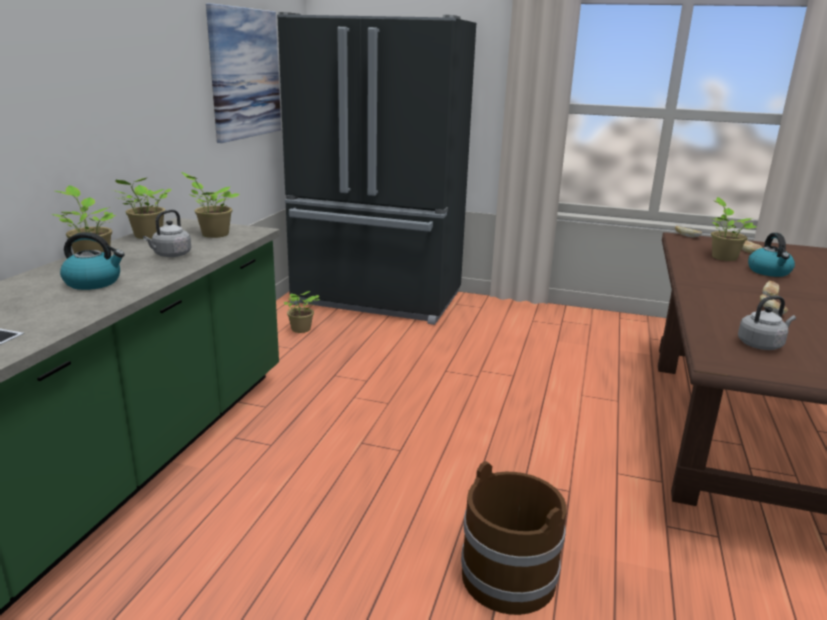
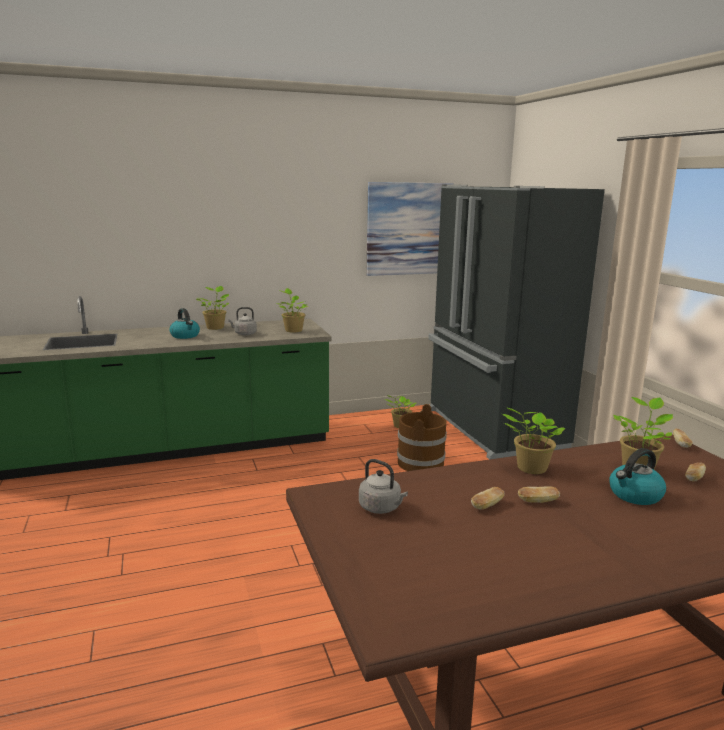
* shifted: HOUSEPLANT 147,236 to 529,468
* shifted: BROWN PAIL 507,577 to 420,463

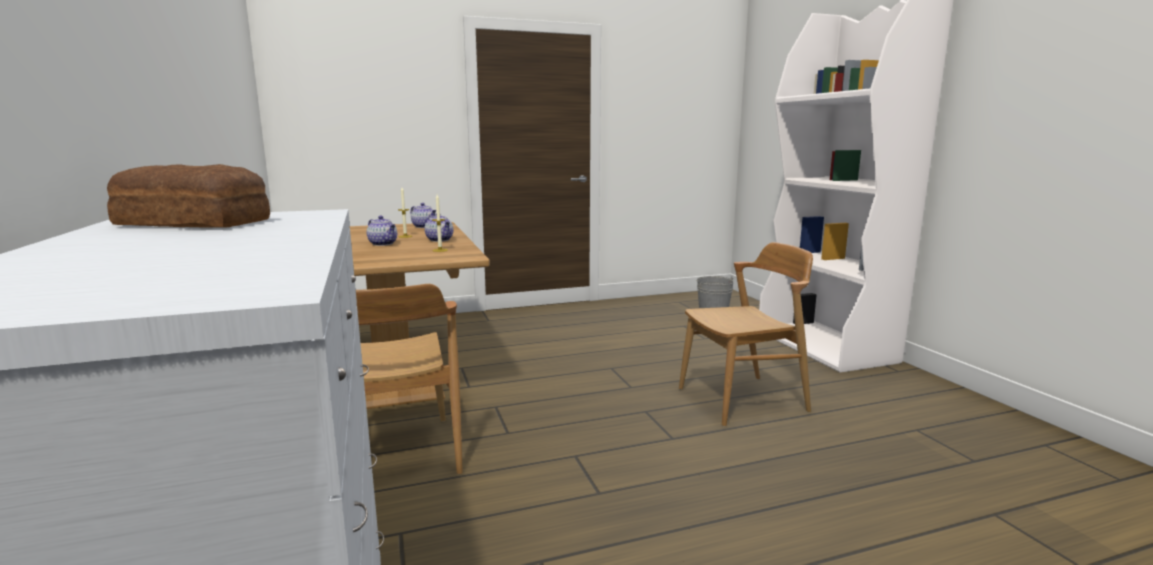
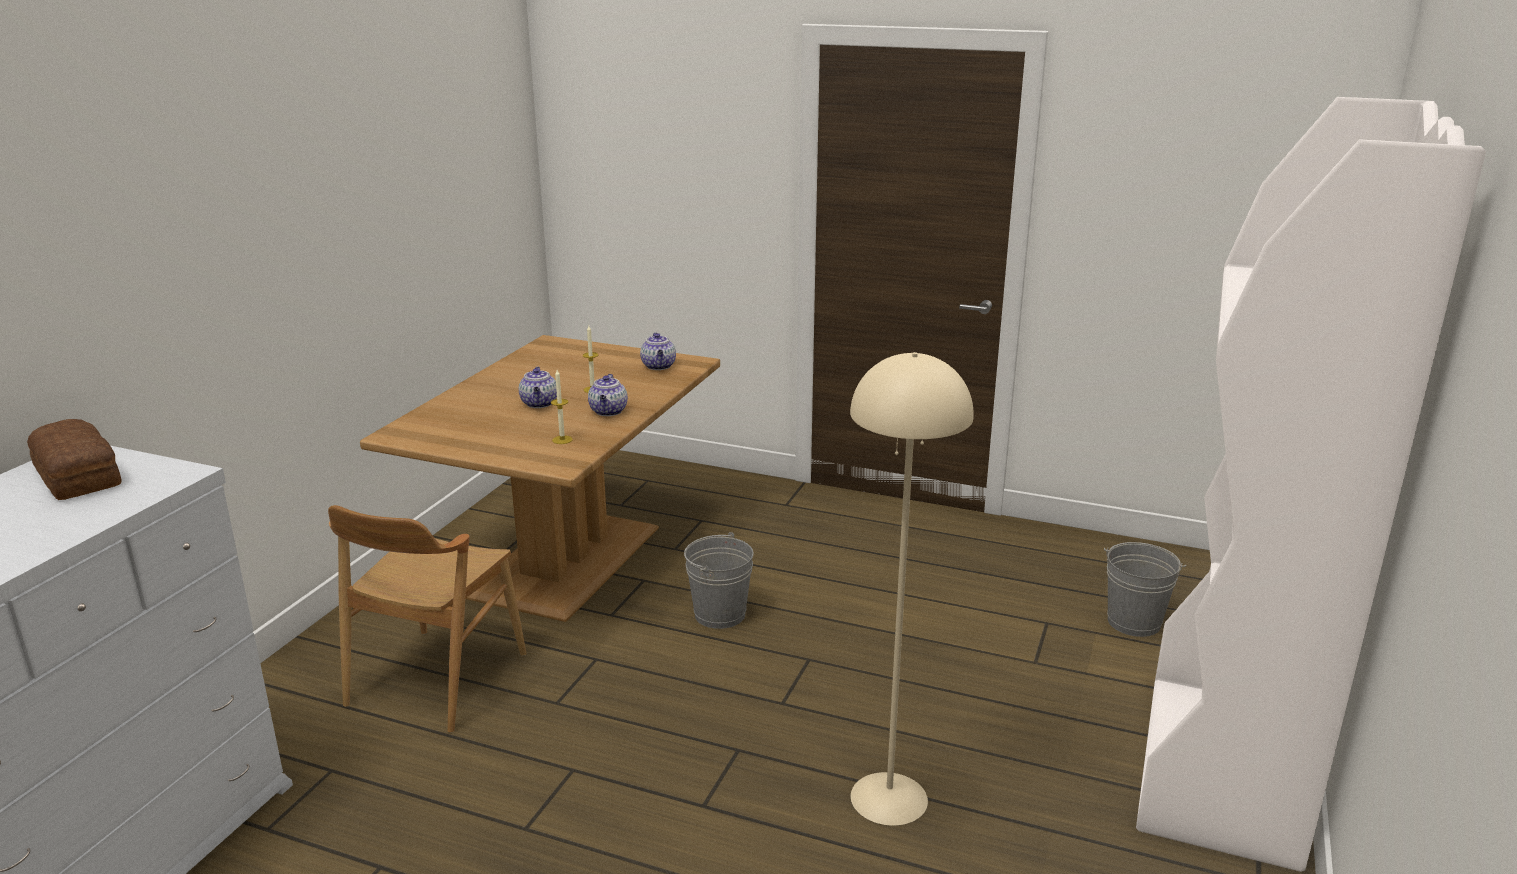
* swapped: BROWN PLAIN CHAIR 743,400 to BEIGE STANDARD LAMP 889,798
* new: GRAY PAIL 720,614

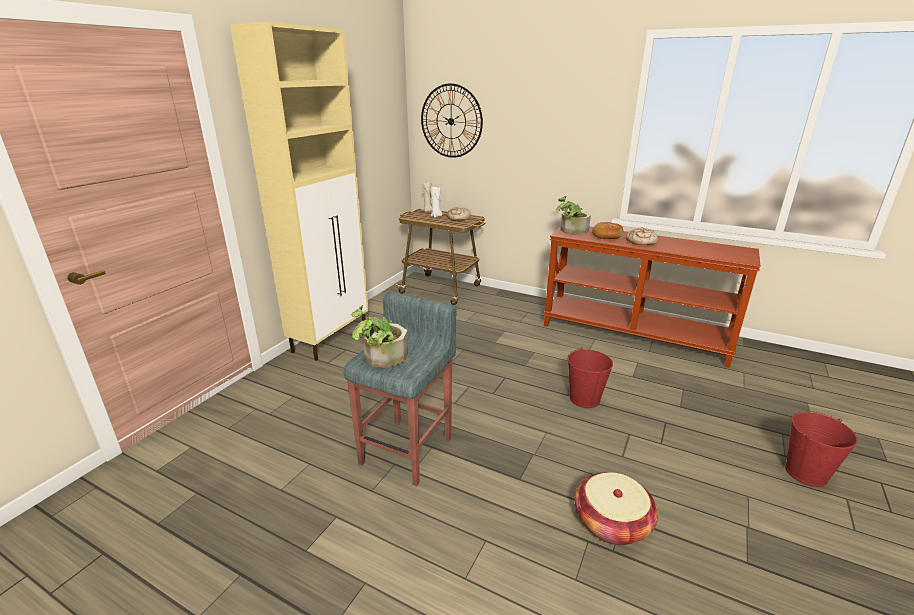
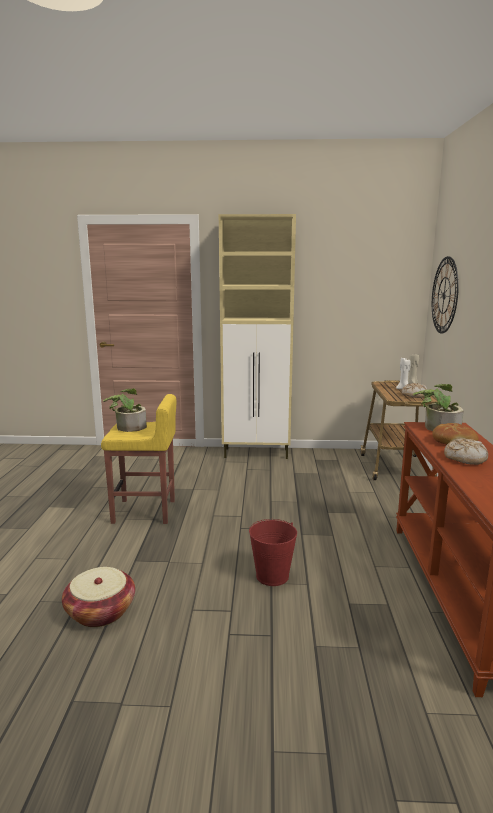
* repainted: GRAY SITTING STOOL 407,450 to YELLOW SITTING STOOL 145,512
* gone: RED PAIL 806,473

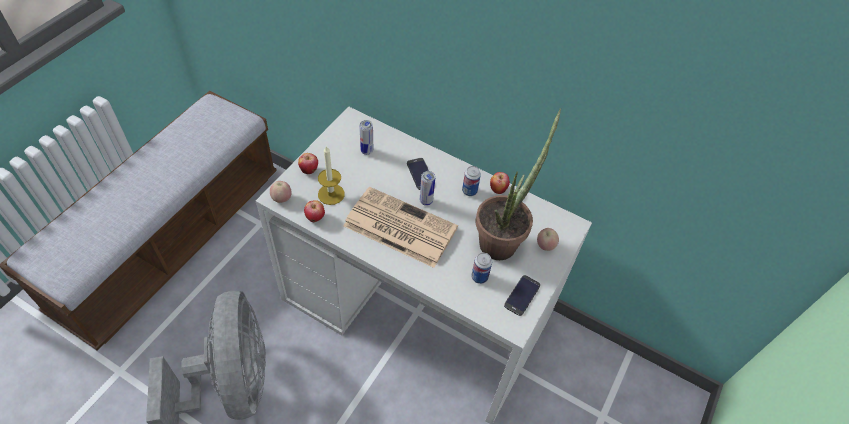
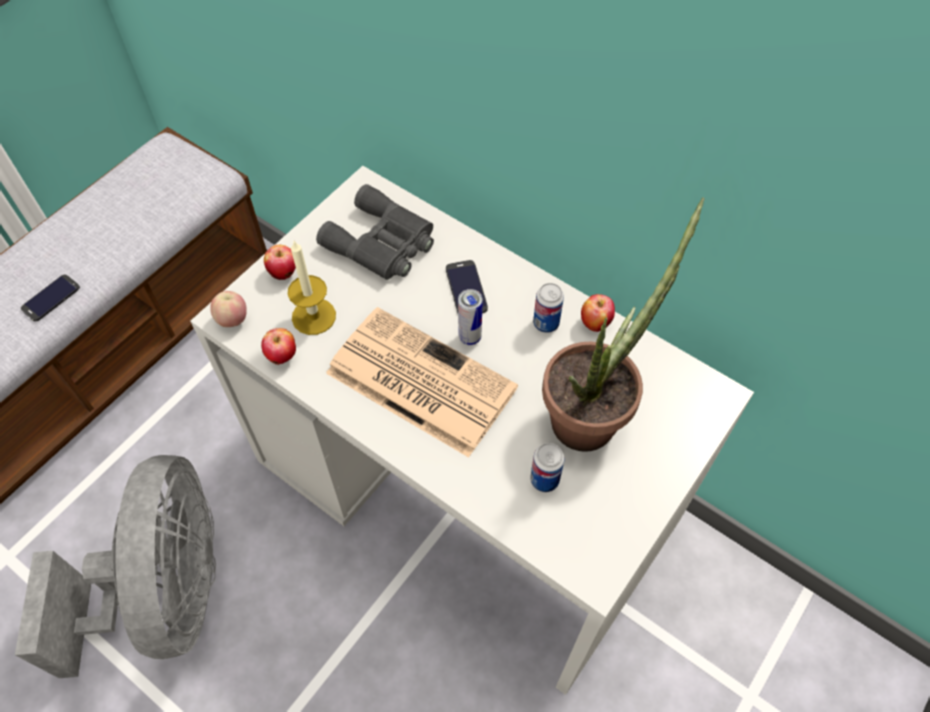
* swapped: METAL CAN 367,151 to GRAY PAIR OF BINOCULARS 382,244
* gone: APPLE 545,245
* shifted: HANDSET 522,295 to 51,298

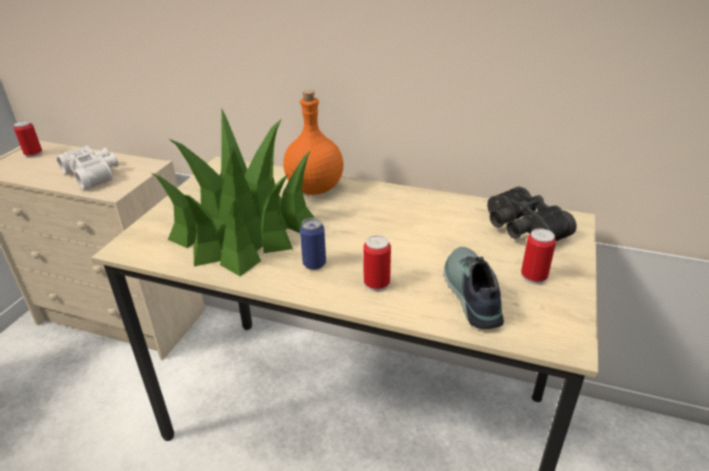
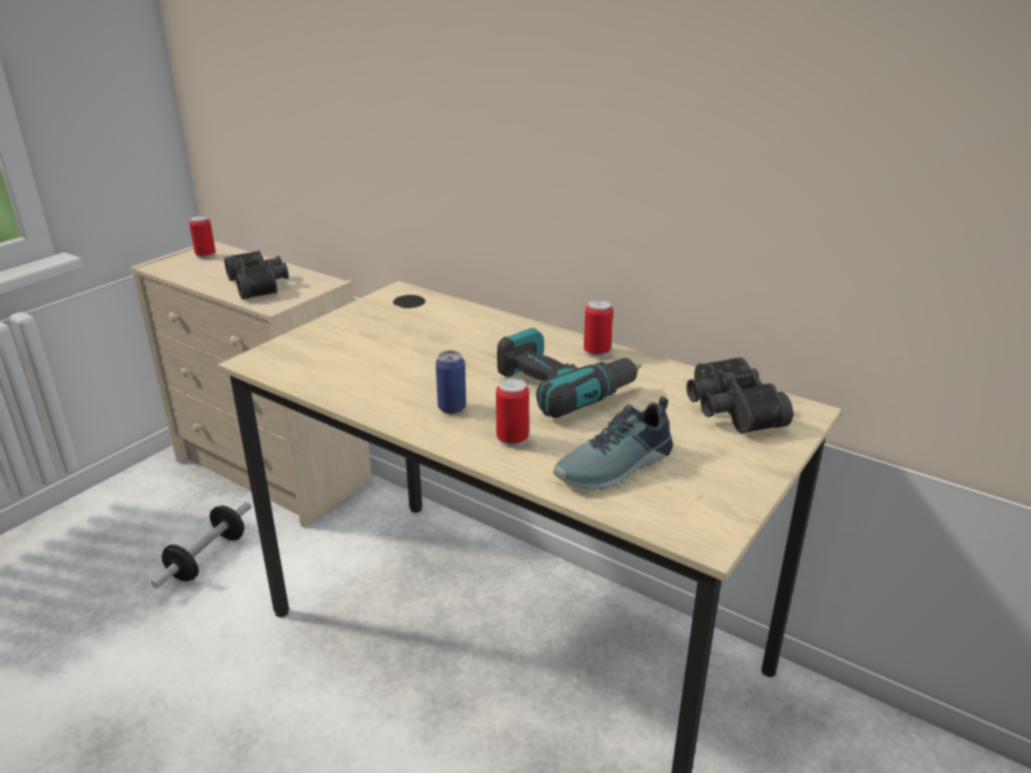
* gone: ORANGE DRINK BOTTLE 314,188
* gone: HOUSEPLANT 243,231
* repainted: WHITISH PAIR OF BINOCULARS 94,174 to BLACKISH PAIR OF BINOCULARS 260,284
* shifted: METAL CAN 533,277 to 596,352
* rotated: ITEM OF FOOTWEAR 469,293 = 617,467 135 degrees counterclockwise
* new: POWER DRILL 563,386
* new: DUMBBELL 207,558

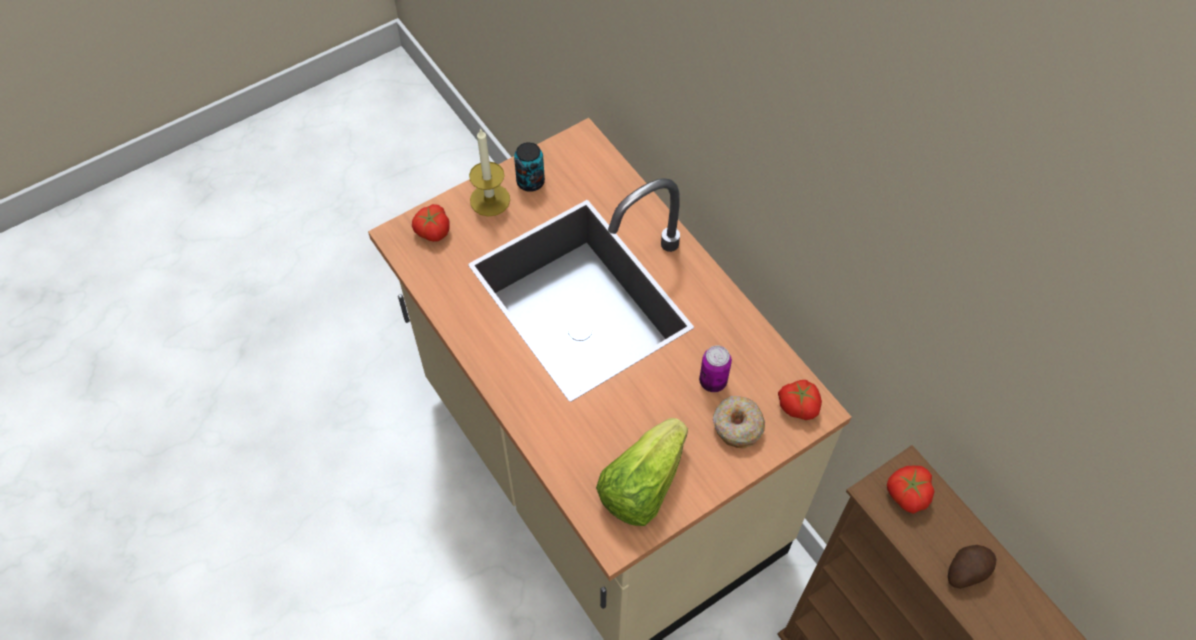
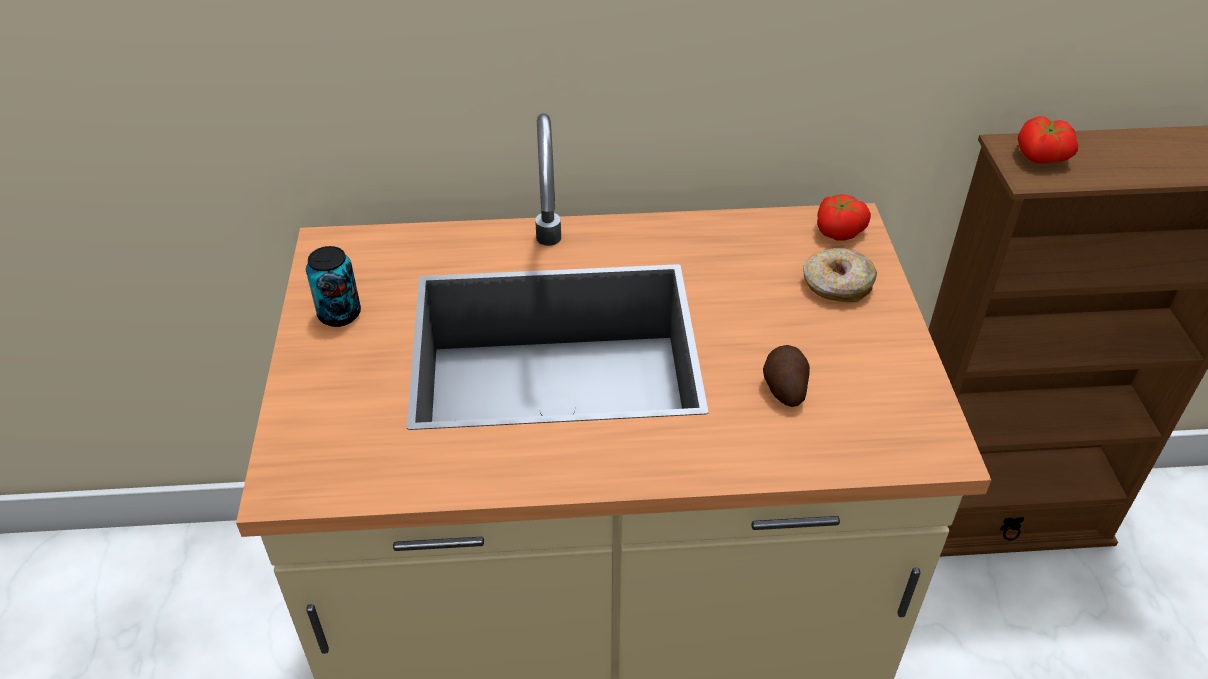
* gone: CANDLE 490,200
* gone: TOMATO 432,231
* gone: METAL CAN 713,381
* gone: LETTUCE 642,485
* shifted: POTATO 967,570 to 784,387

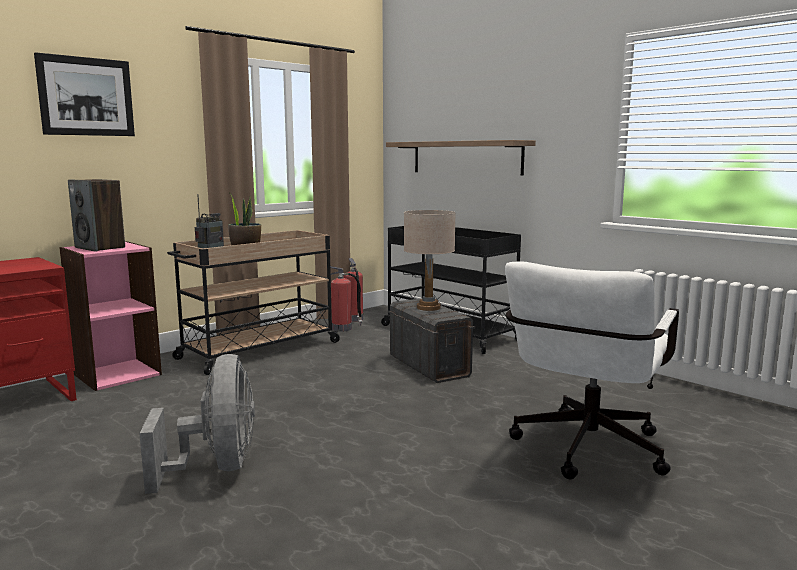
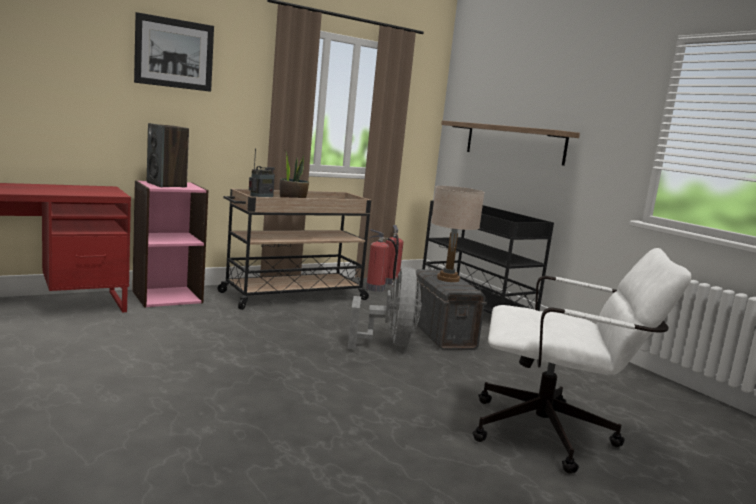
* rotated: WHITISH OFFICE CHAIR 584,452 = 555,436 120 degrees counterclockwise
* shifted: GRAY ELECTRIC FAN 216,467 to 389,343

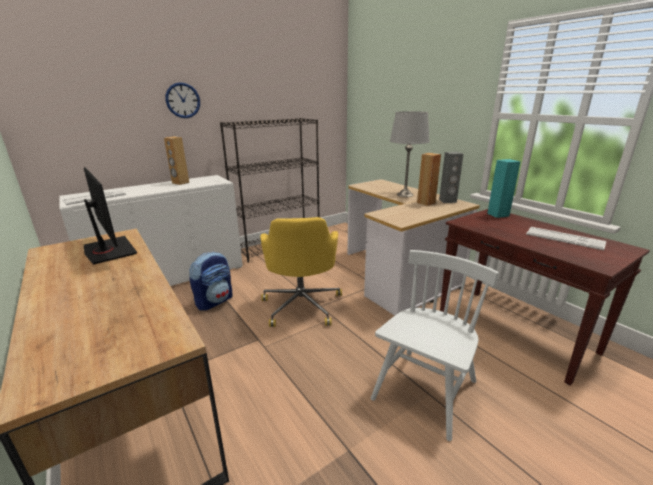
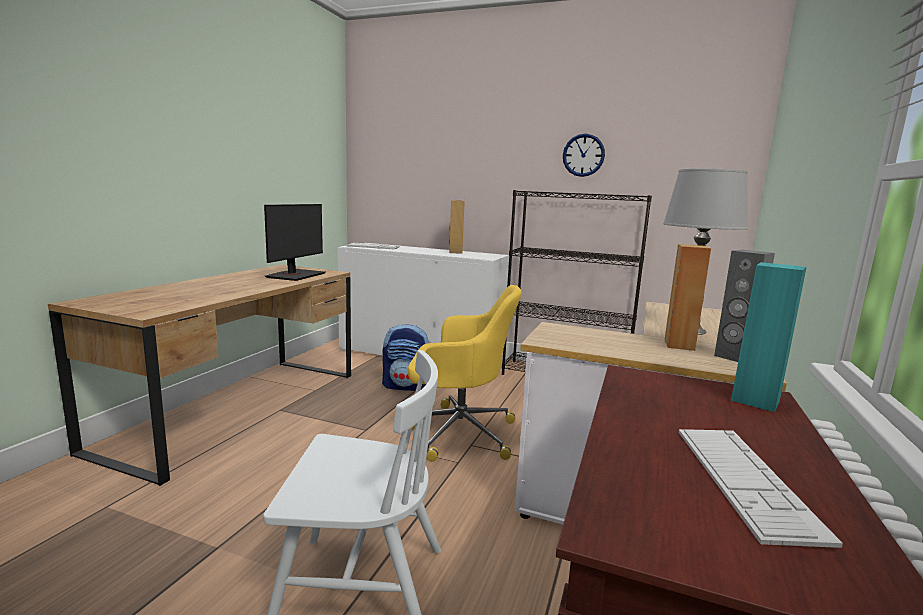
* shifted: CLOCK ON THE WALL 183,100 to 583,155
* rotated: YELLOW OFFICE CHAIR 302,305 = 458,432 135 degrees counterclockwise

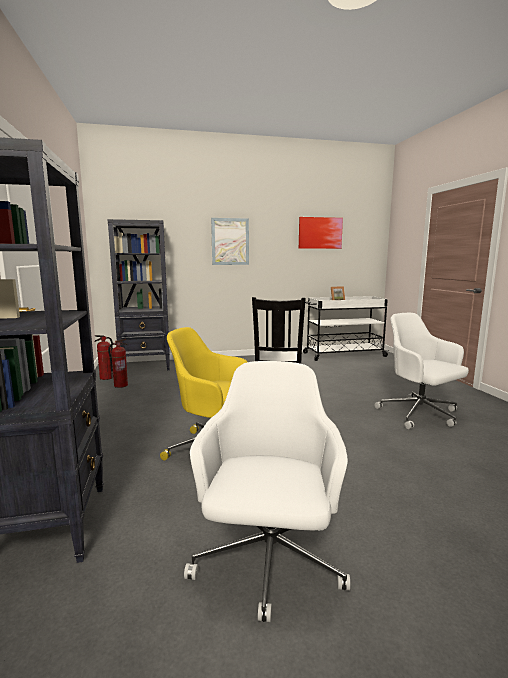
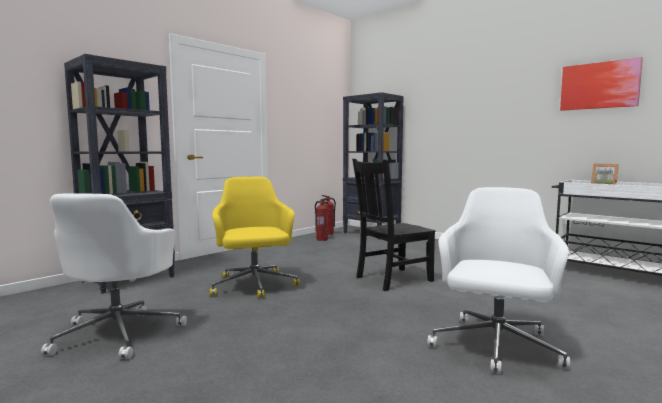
* gone: WALL PICTURE 230,241
* rotated: WHITISH OFFICE CHAIR 268,562 = 119,333 120 degrees clockwise

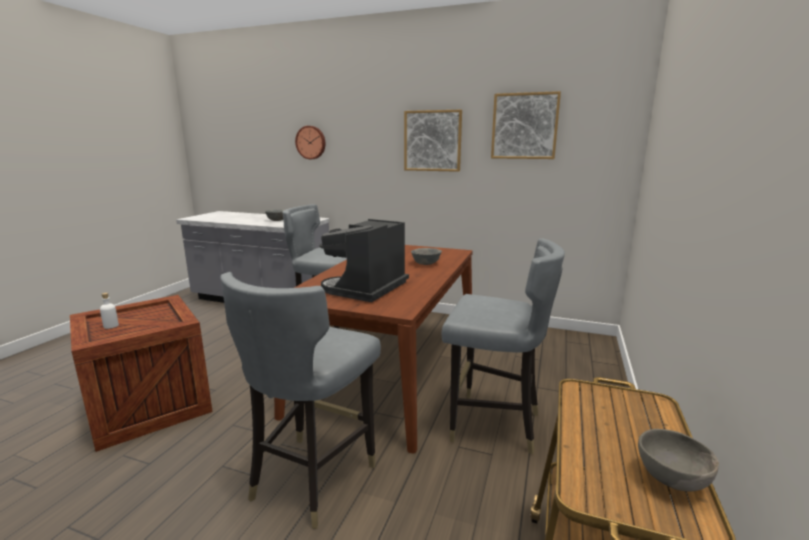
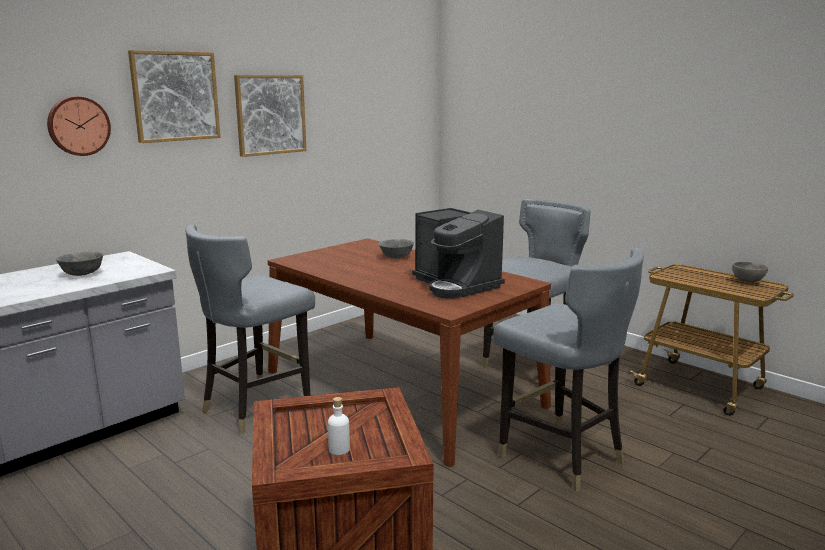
* shifted: WALL PICTURE 524,126 to 175,96

